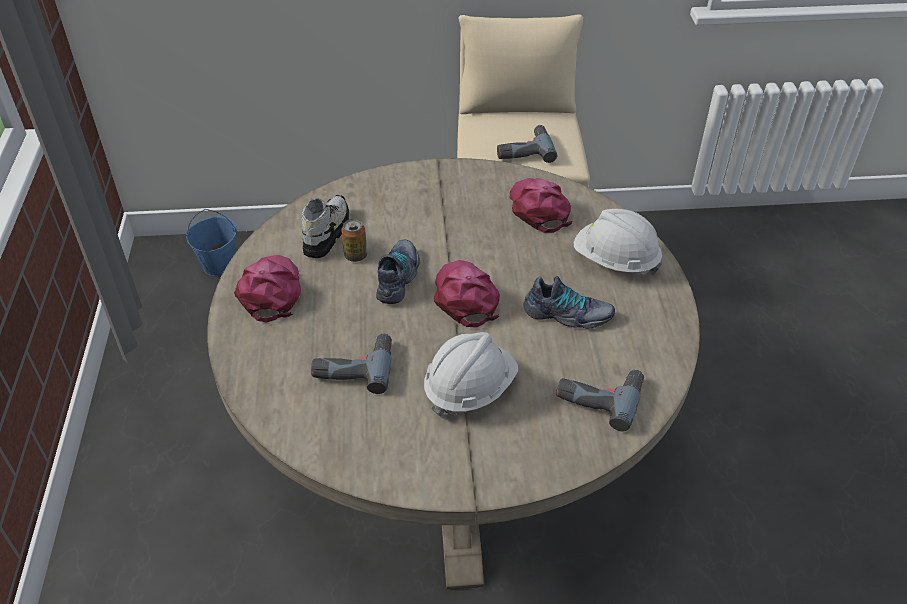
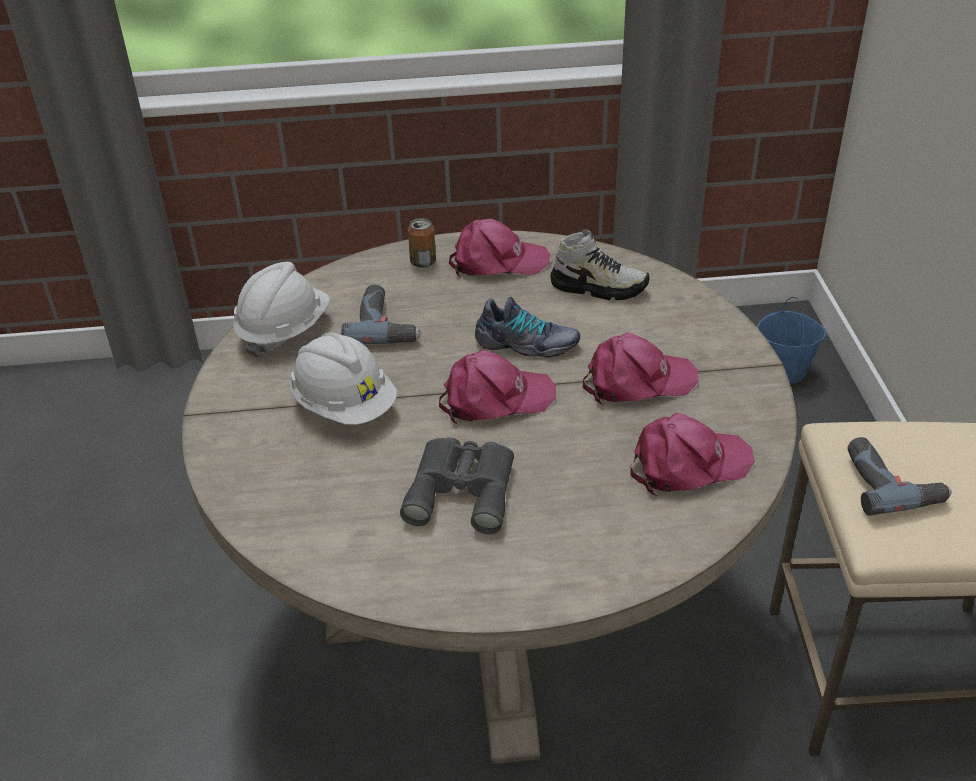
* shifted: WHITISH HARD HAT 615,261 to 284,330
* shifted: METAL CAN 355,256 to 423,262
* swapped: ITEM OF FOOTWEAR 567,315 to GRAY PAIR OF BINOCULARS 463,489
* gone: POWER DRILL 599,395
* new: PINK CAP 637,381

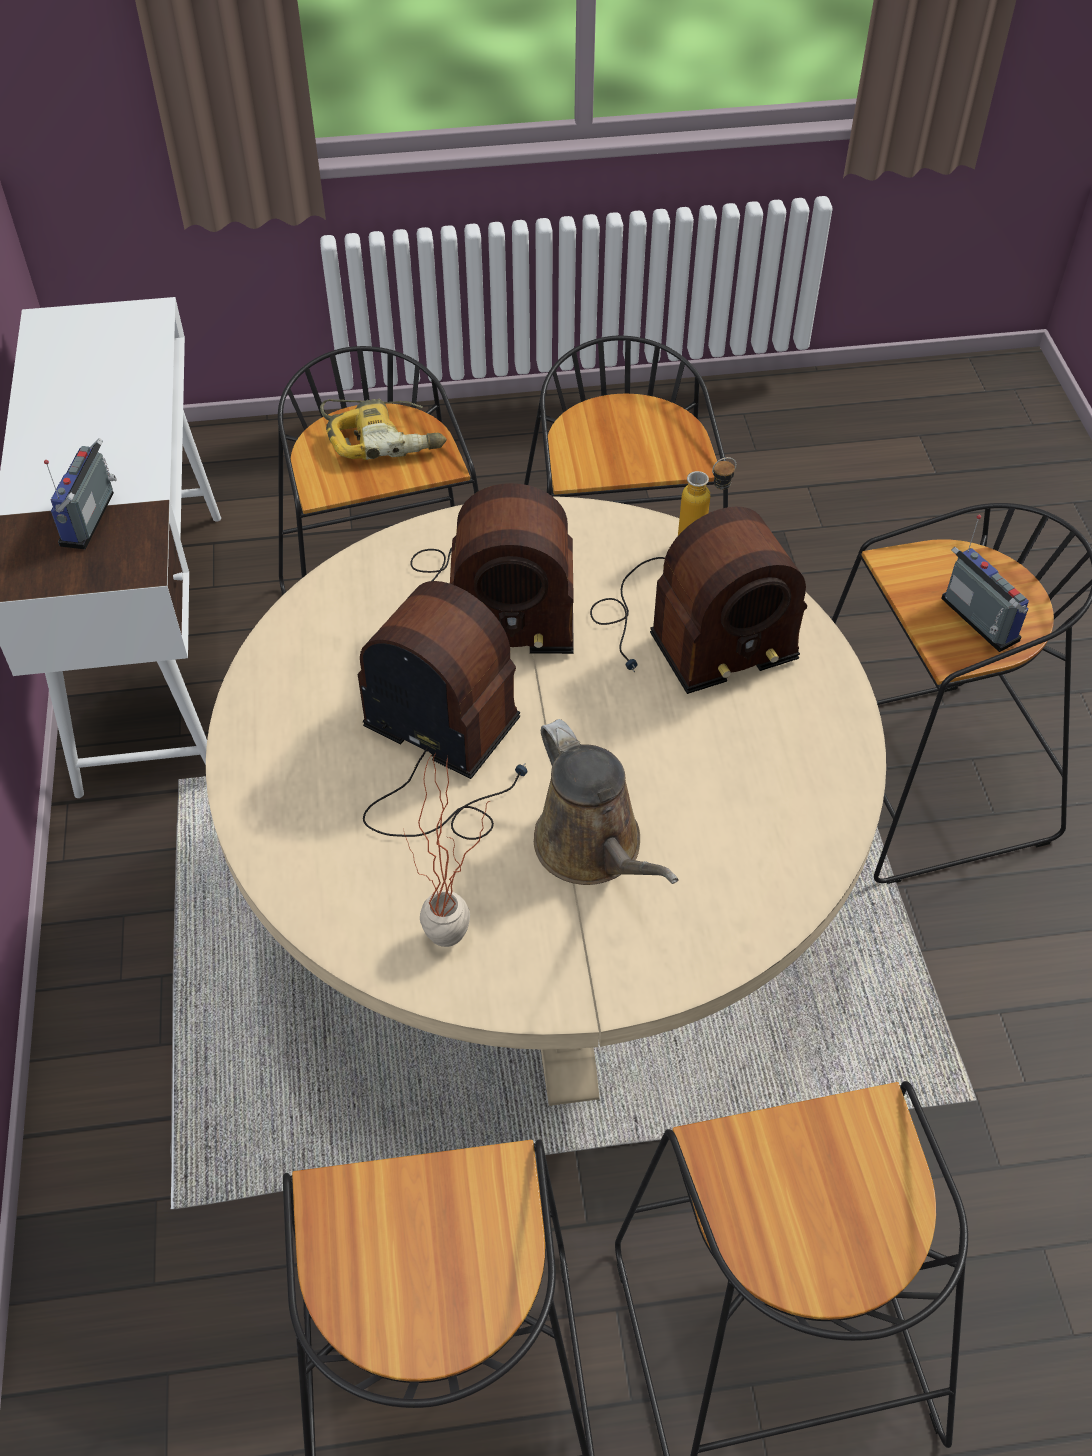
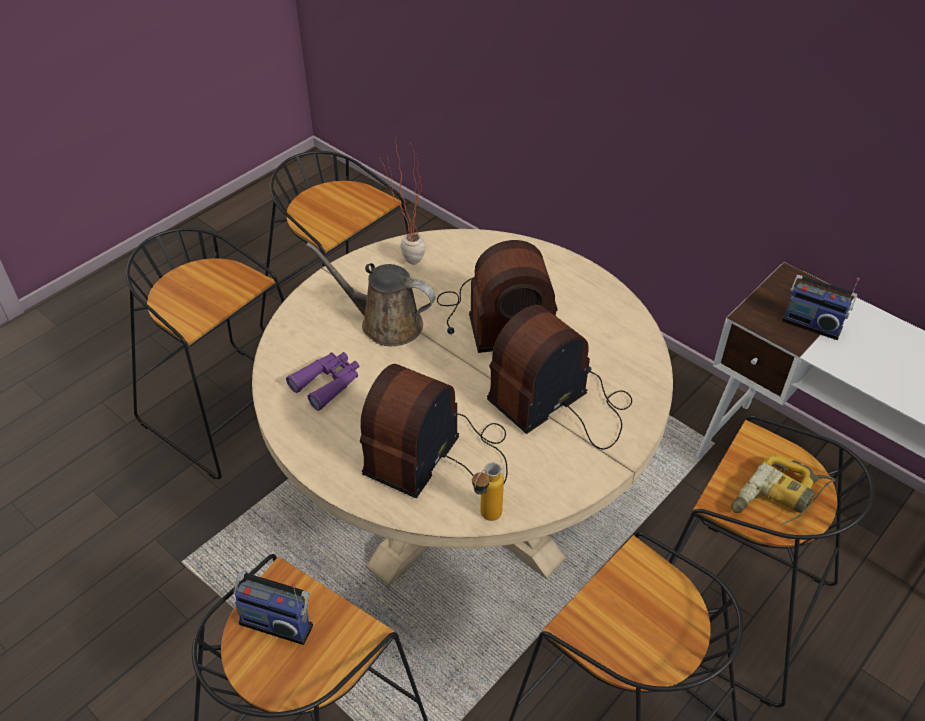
* rotated: RADIO SET 92,519 = 812,323 150 degrees clockwise
* new: PURPLISH PAIR OF BINOCULARS 328,383

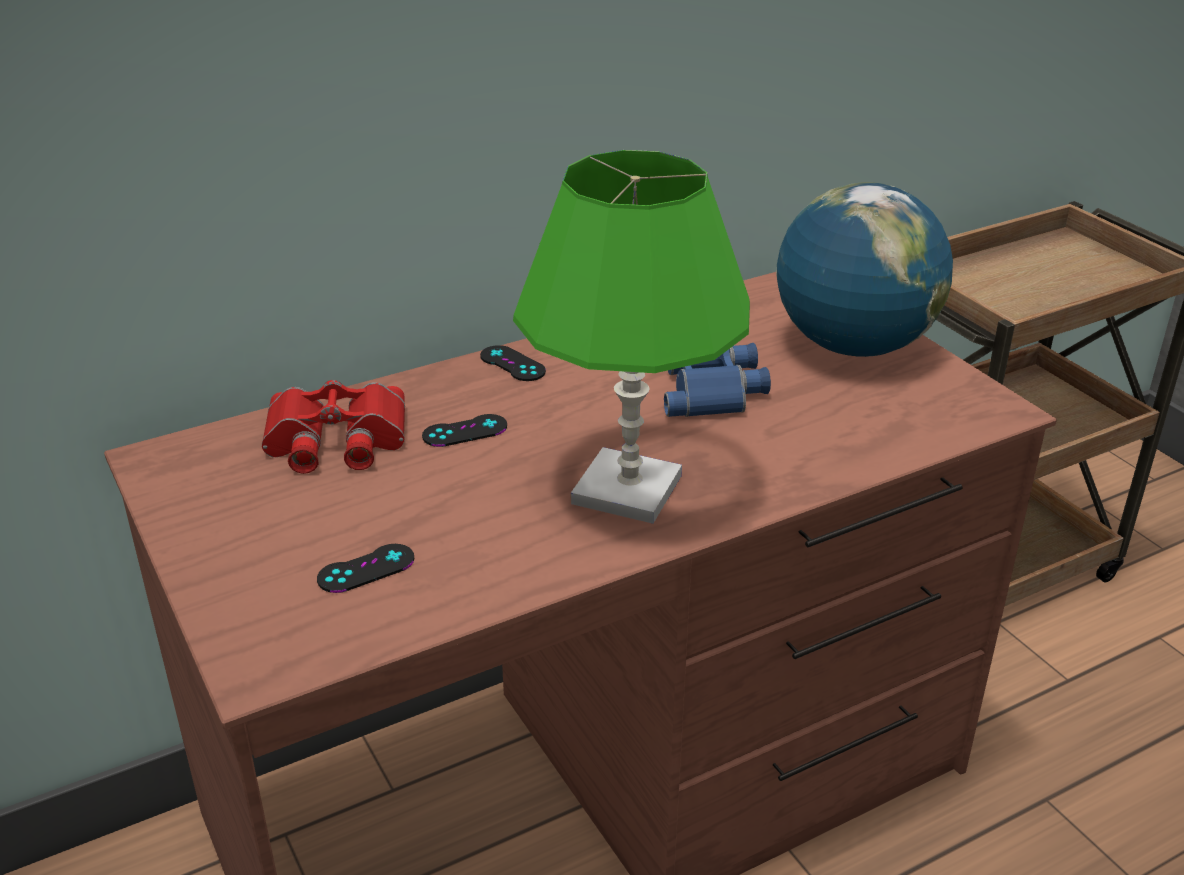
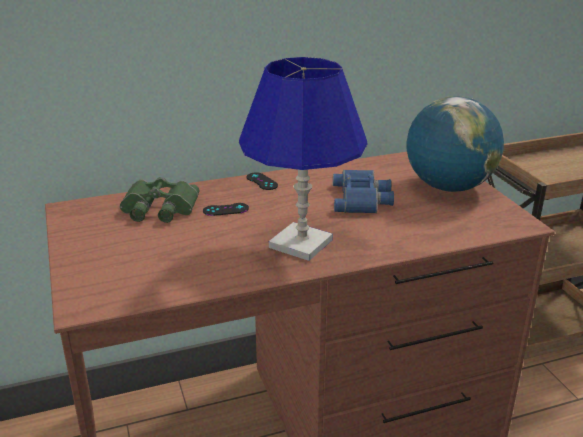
* repainted: GREENISH LAMP FOR A TABLE 628,489 to BLUE-COLOURED LAMP FOR A TABLE 301,244
* repainted: RED PAIR OF BINOCULARS 335,441 to GREENISH PAIR OF BINOCULARS 158,208
* gone: BLACKISH GAMEPAD 366,569

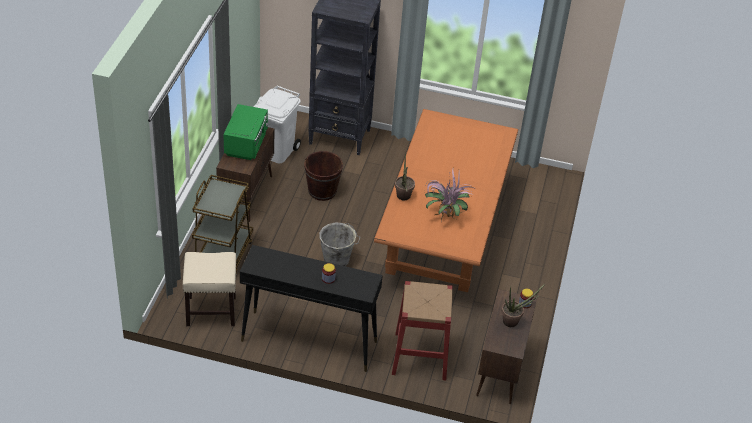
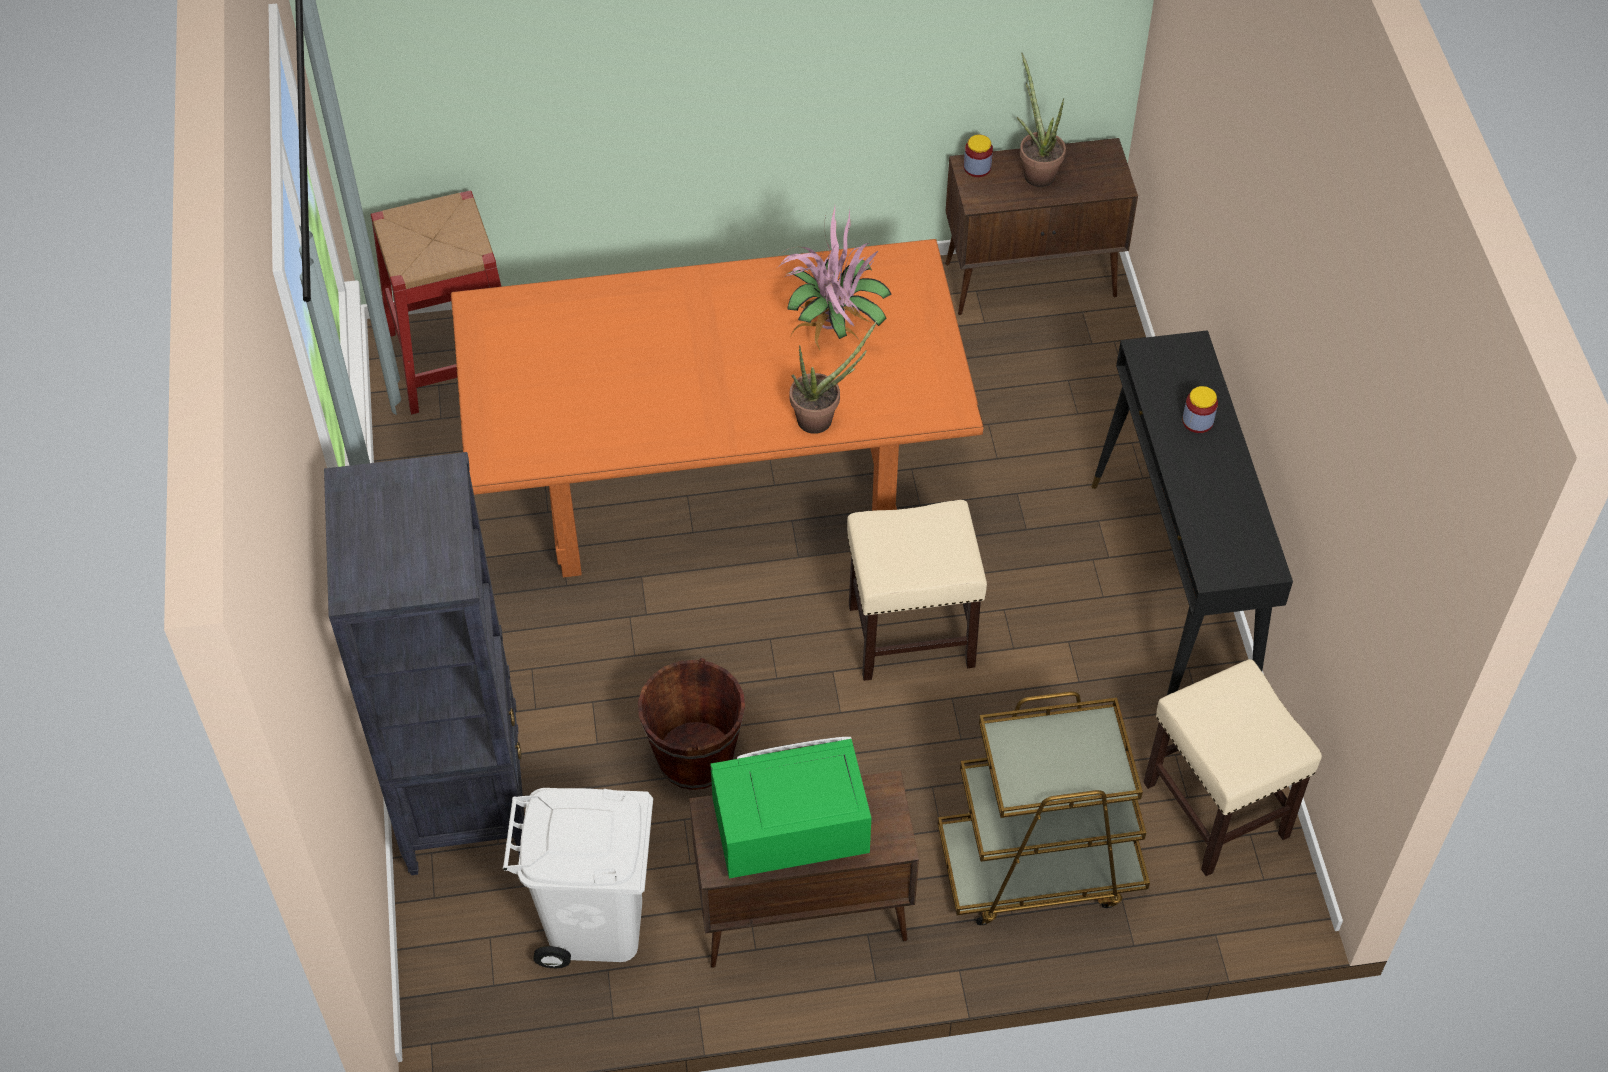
* swapped: GRAY PAIL 337,260 to BEIGE SITTING STOOL 909,636
* shifted: RED SITTING STOOL 420,356 to 455,358

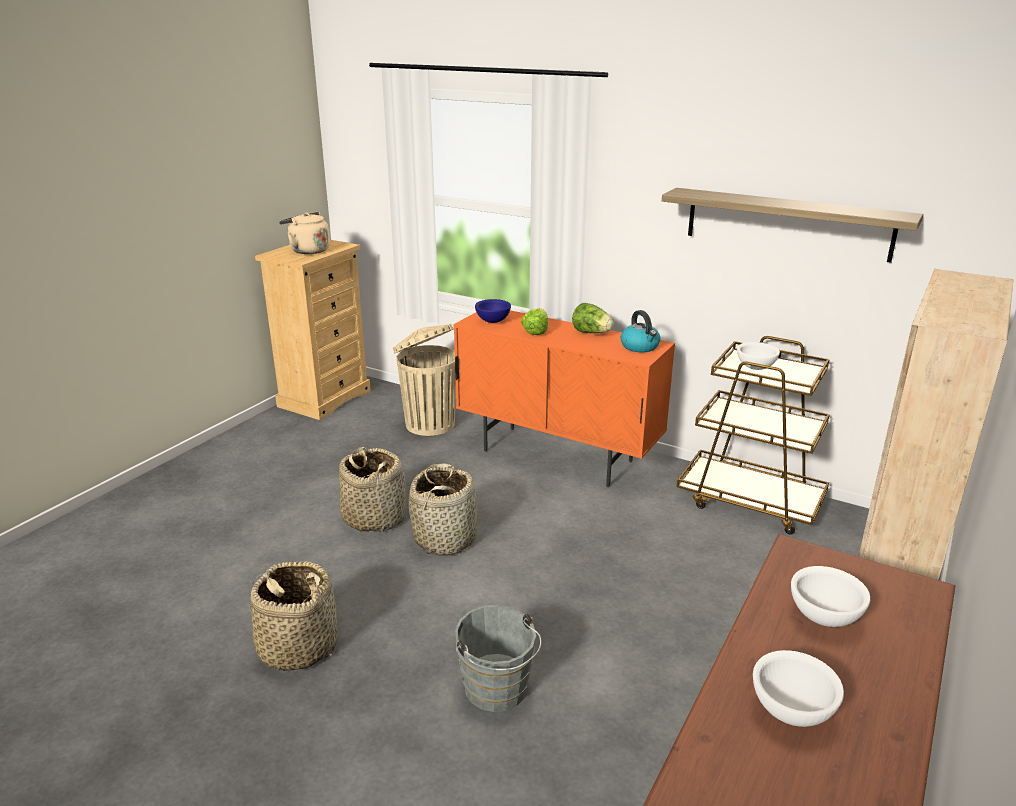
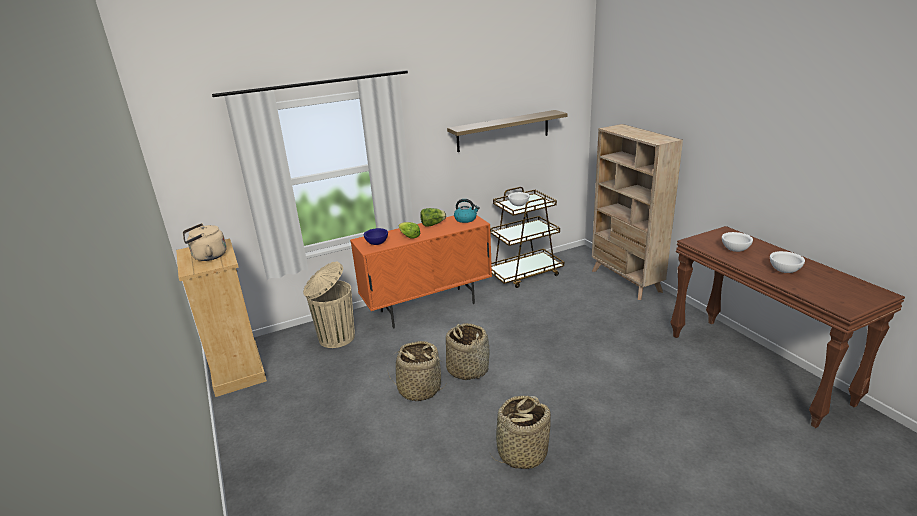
* gone: GRAY PAIL 498,692

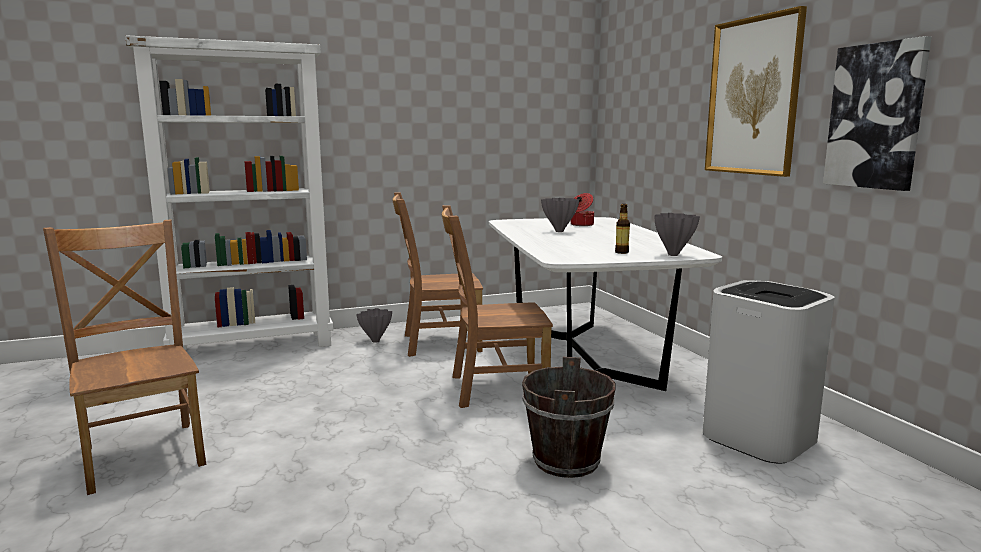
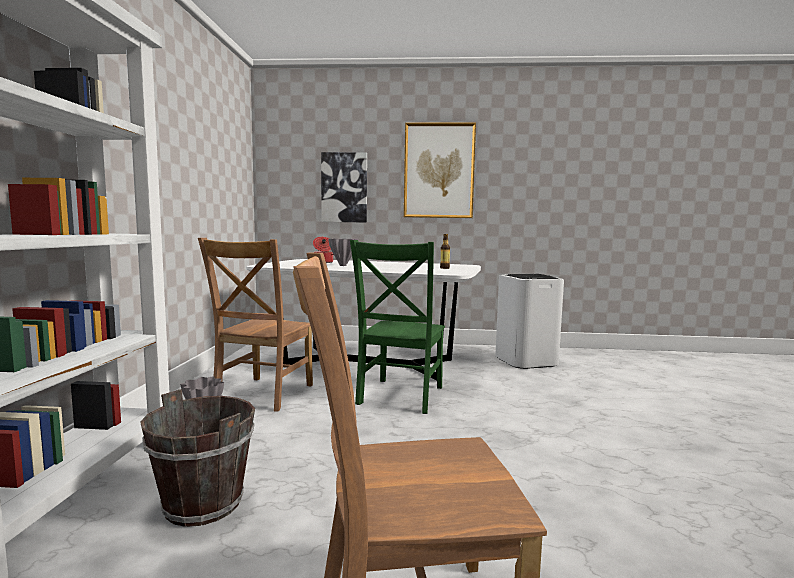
* shifted: WALL PICTURE 876,116 to 344,187
* repainted: BROWN PLAIN CHAIR 493,389 to GREENISH PLAIN CHAIR 399,397
* gone: GRAY FLOWER VASE 673,255
* shifted: BROWN PAIL 567,461 to 204,504

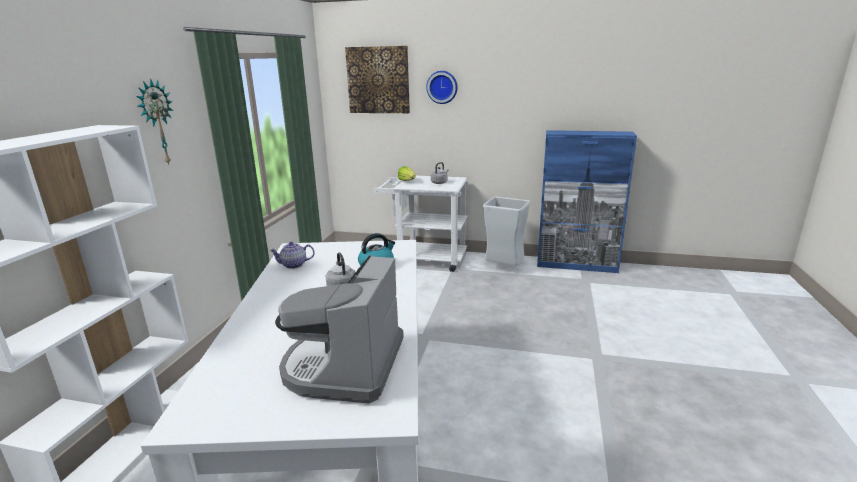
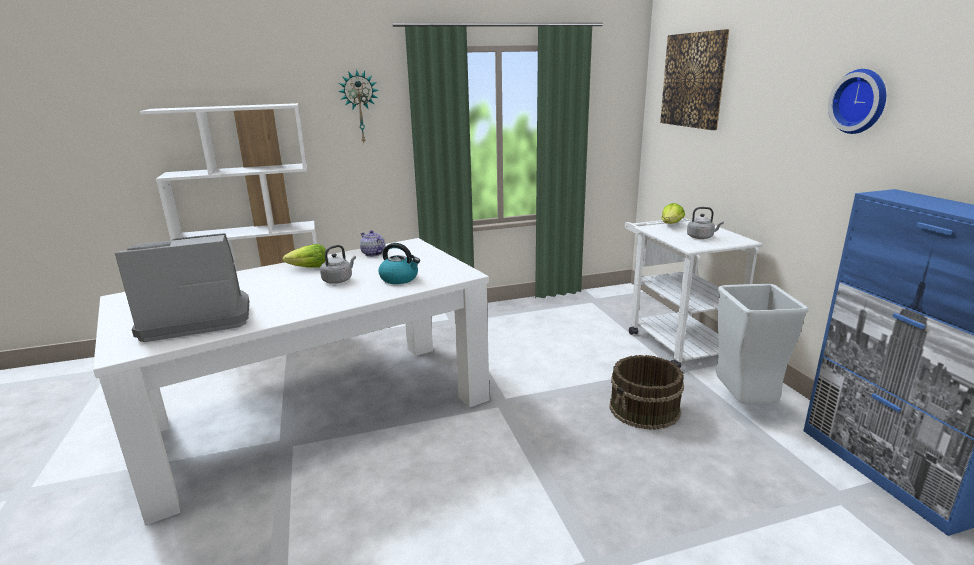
* shifted: CLOCK ON THE WALL 442,87 to 861,101
* new: LETTUCE 309,268
* new: BROWN PAIL 644,409

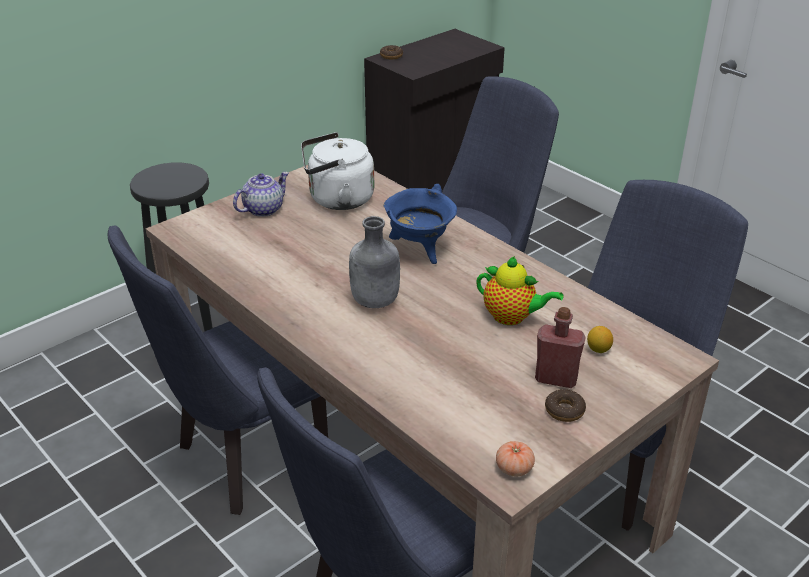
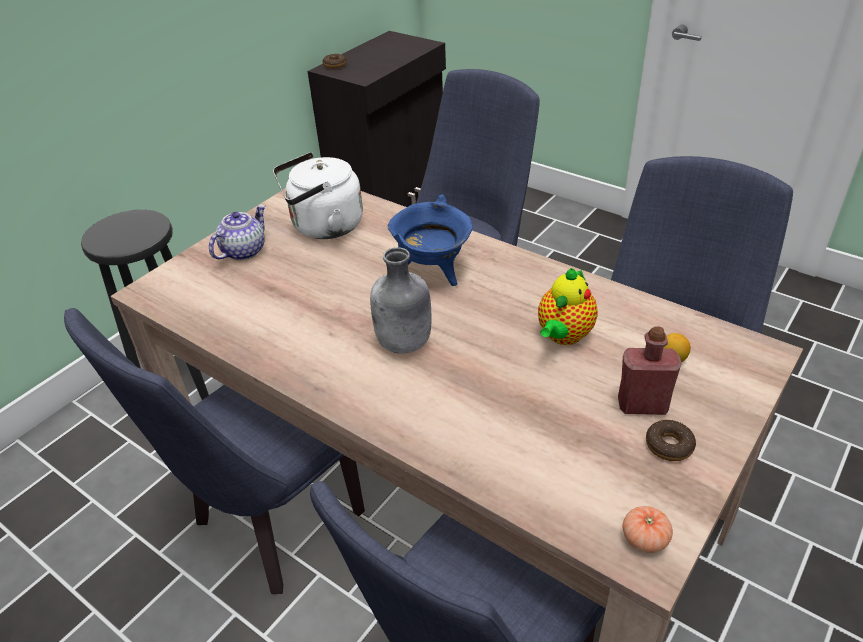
* rotated: TEAPOT 512,317 = 563,336 105 degrees clockwise

